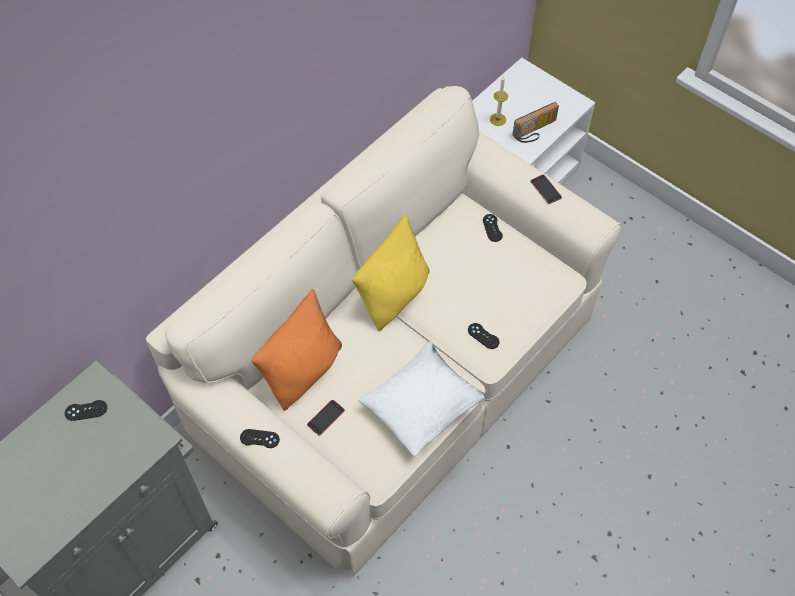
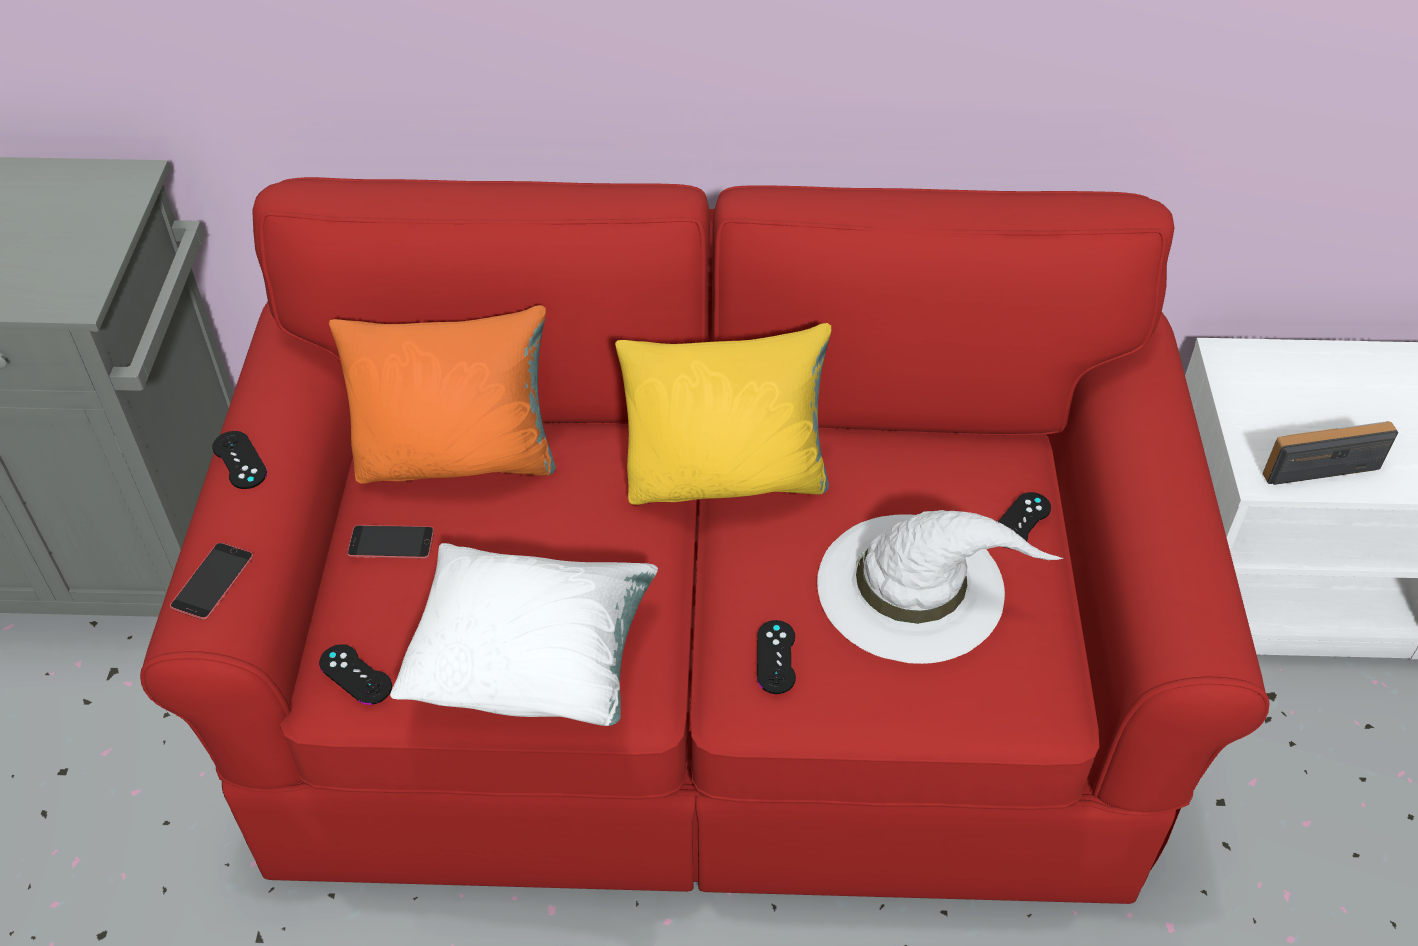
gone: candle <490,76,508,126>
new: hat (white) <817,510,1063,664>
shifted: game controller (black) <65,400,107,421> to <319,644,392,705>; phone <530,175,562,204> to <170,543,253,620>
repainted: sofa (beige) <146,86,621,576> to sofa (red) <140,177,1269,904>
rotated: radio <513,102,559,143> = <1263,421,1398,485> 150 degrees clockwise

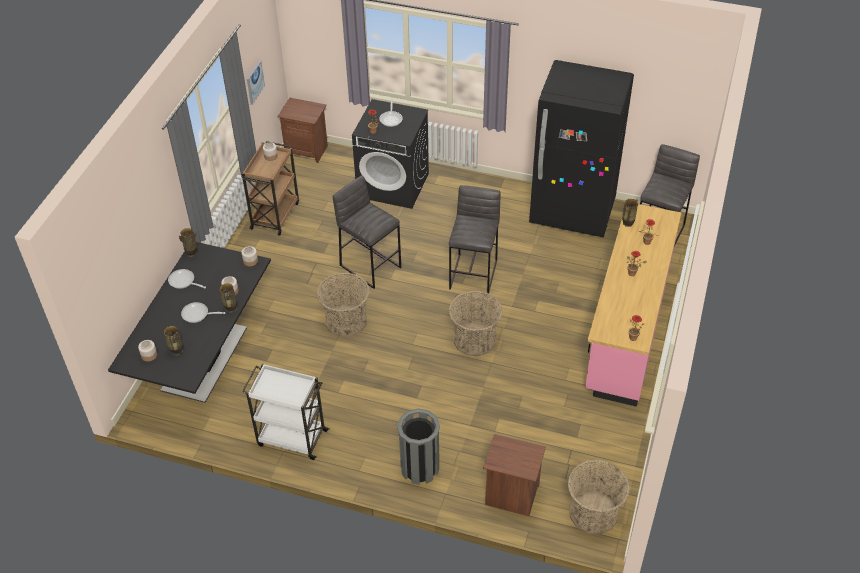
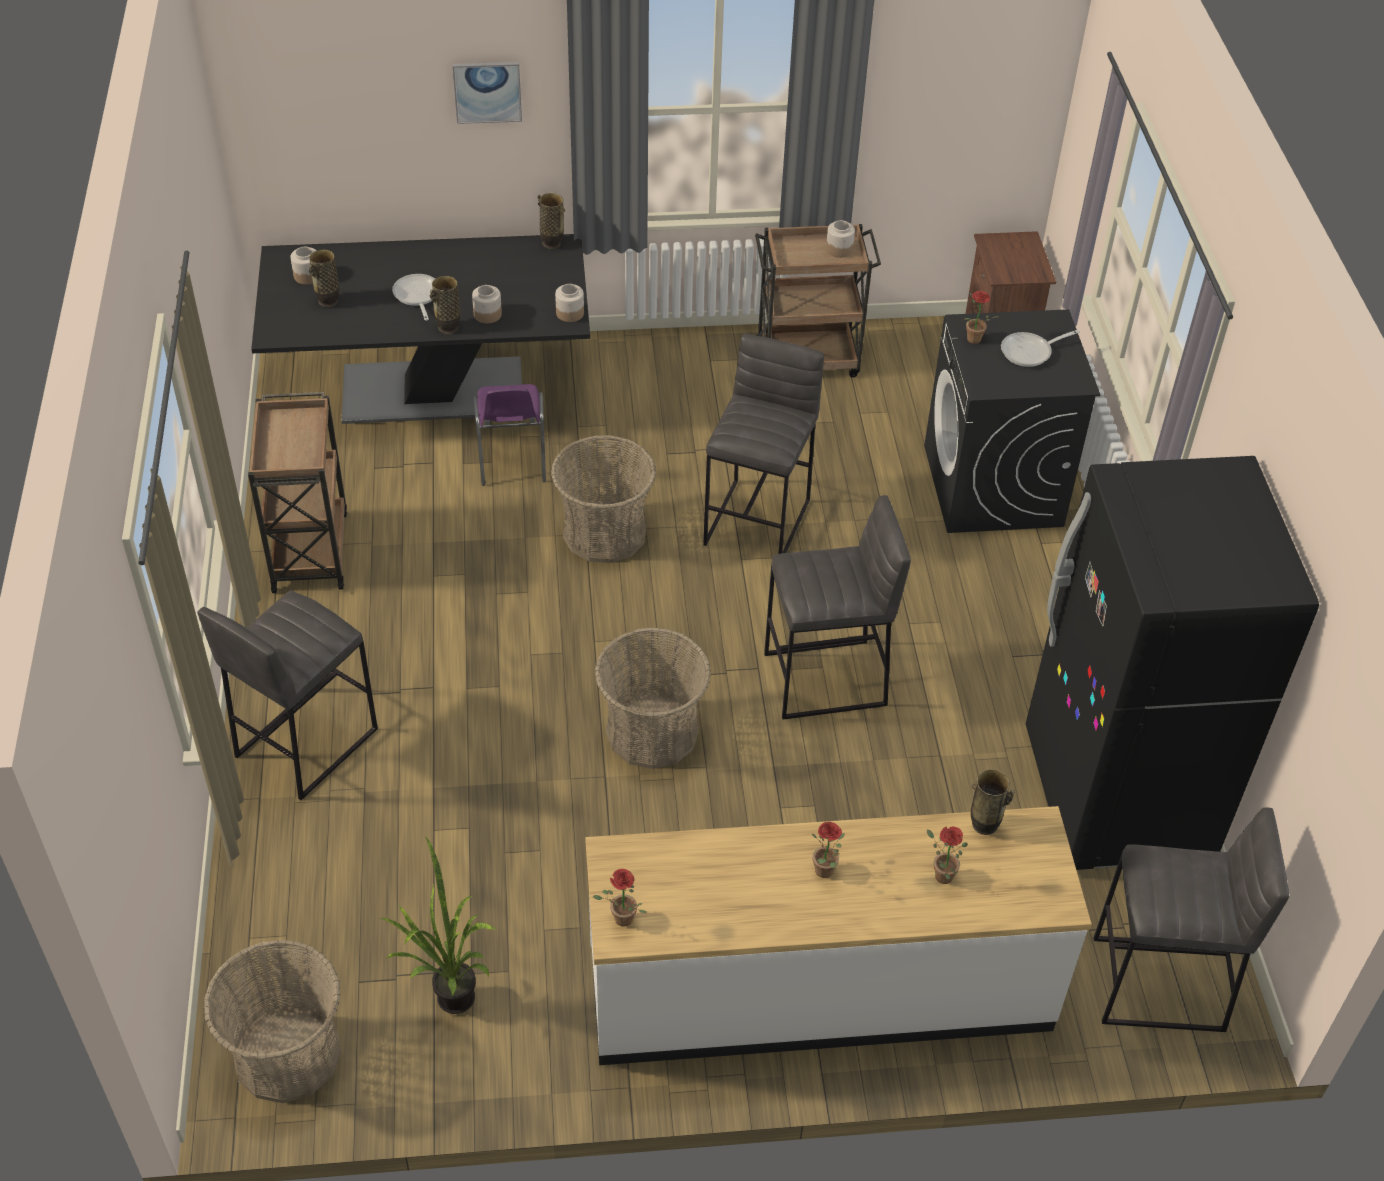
gone: frying pan <168,269,206,289>; nightstand (brown) <483,434,546,516>
new: potted plant <380,836,497,1014>; chair (purple) <473,384,546,486>
shifted: picture <247,61,265,105> to <452,62,522,124>
swapped: trash can (grey) <397,409,440,485> to stool (grey) <197,590,378,800>
repainted: cart (white) <242,363,330,460> to cart (brown) <248,392,347,593>; counter (pink) <585,204,681,407> to counter (white) <585,806,1092,1065>

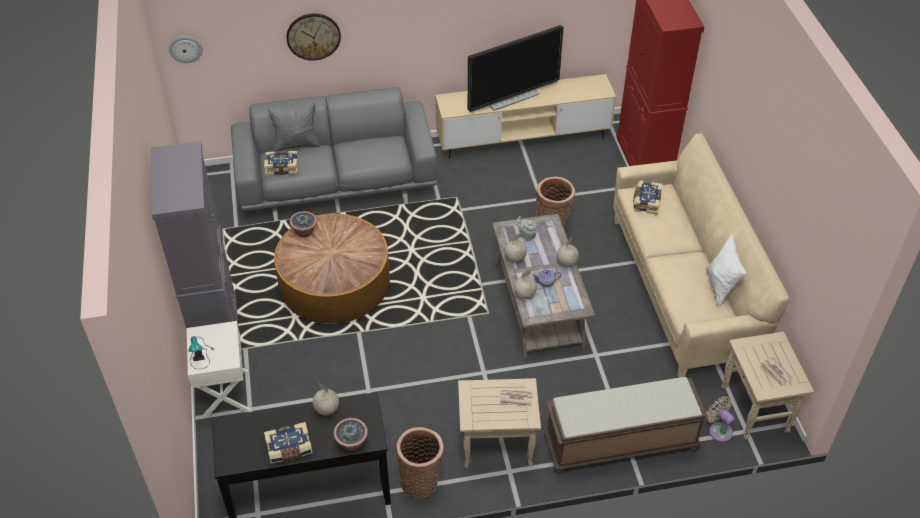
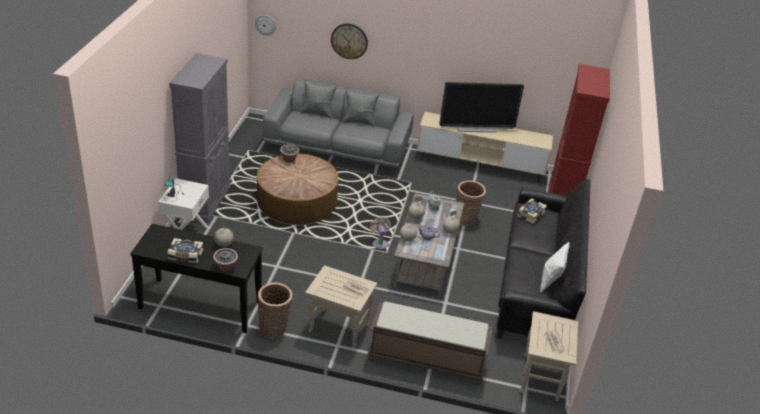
gone: book <264,151,299,175>
new: pillow (grey) <342,90,379,127>
shifted: fan (beige) <706,396,735,442> to <370,217,391,249>
repainted: sofa (beige) <613,133,789,378> to sofa (black) <497,179,591,339>

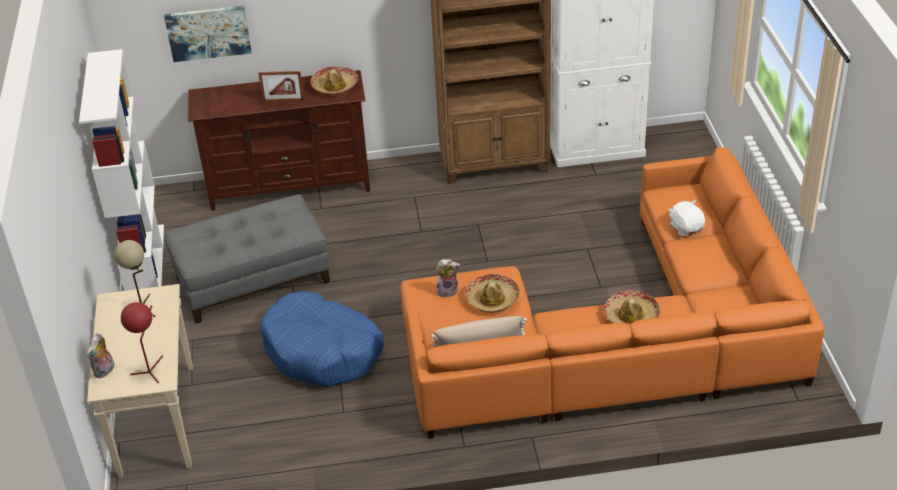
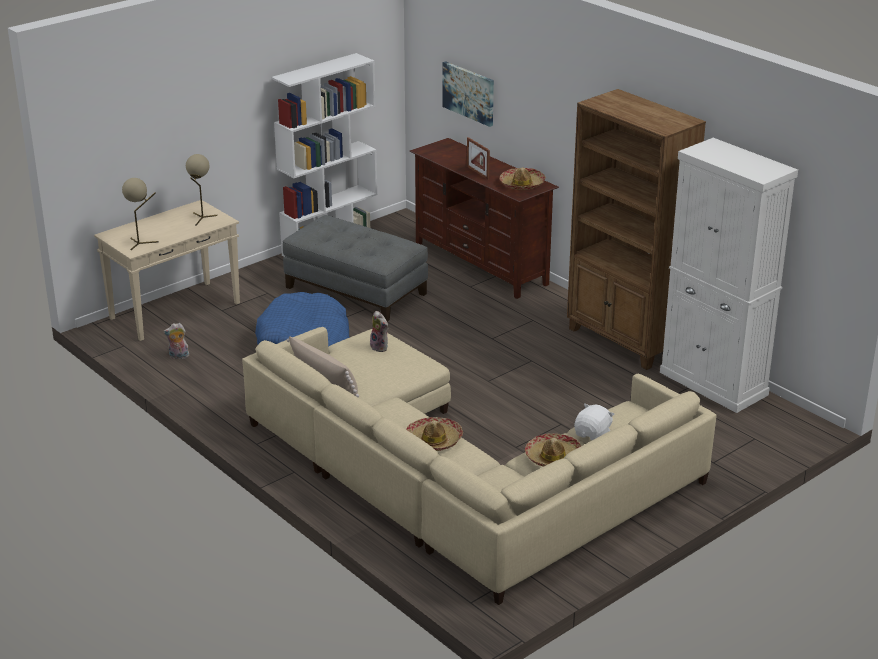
shifted: plush toy <86,334,115,378> to <163,323,189,359>; hat <465,274,520,313> to <525,433,581,467>
repainted: table lamp (red) <121,302,163,383> to table lamp (beige) <122,178,159,250>; sofa (orange) <400,147,824,439> to sofa (beige) <242,327,717,605>

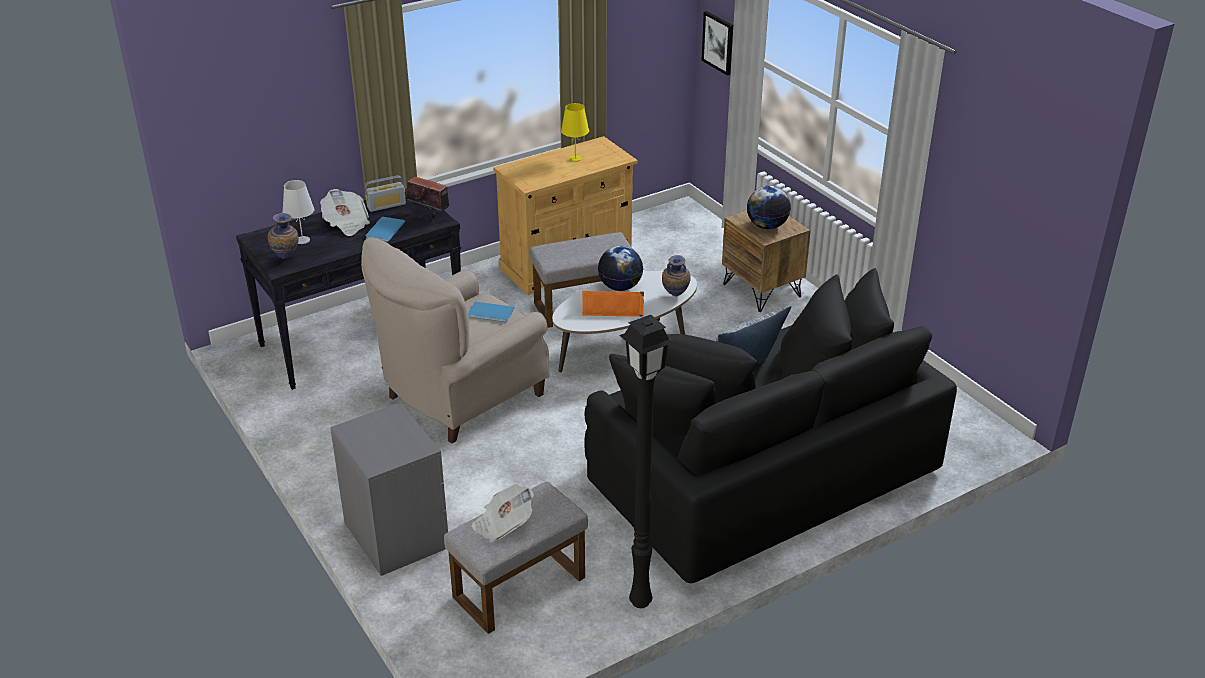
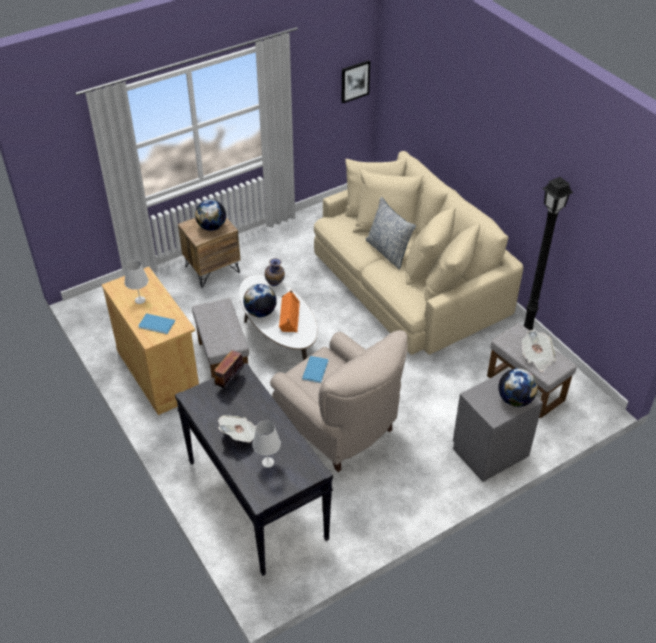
gone: vase <268,213,299,259>; radio <365,175,406,212>
new: globe <499,368,538,407>
shifted: book (blue) <365,217,405,242> to <138,313,175,334>; picture <701,11,733,76> to <342,60,370,103>
repainted: table lamp (yellow) <561,103,589,162> to table lamp (white) <124,260,149,304>; sofa (black) <584,268,957,583> to sofa (beige) <314,151,523,355>

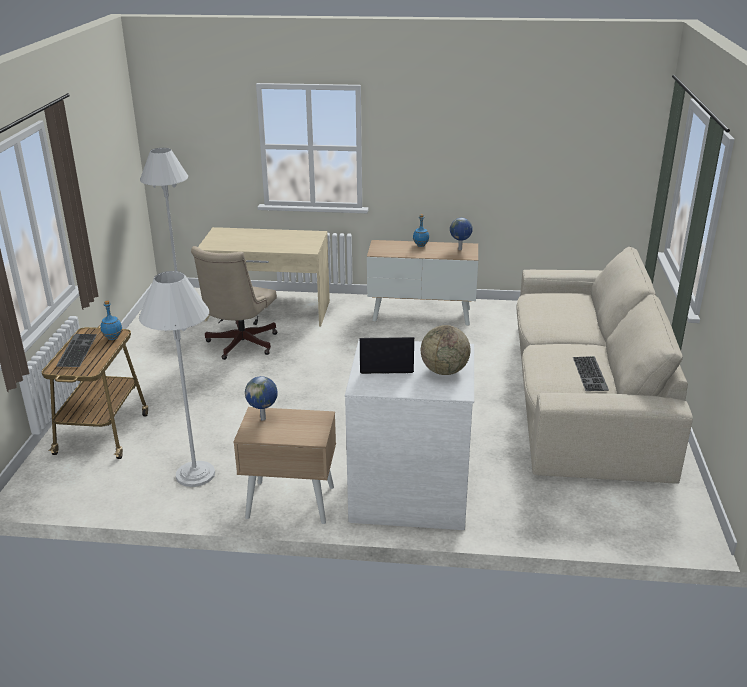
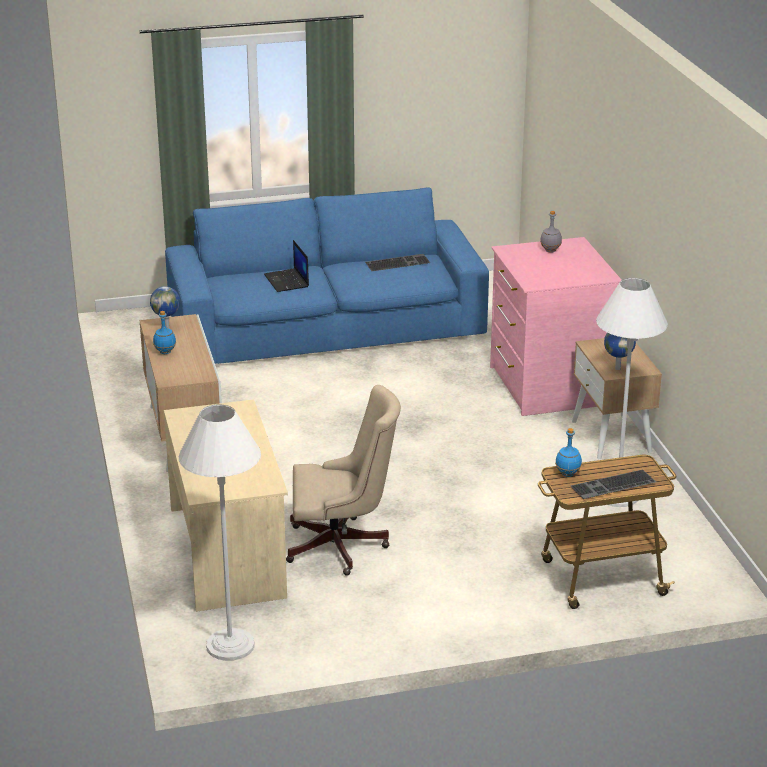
shifted: laptop <360,337,414,374> to <264,240,309,292>
swapped: globe <421,325,470,375> to bottle (grey) <540,211,562,253>
repainted: dresser (white) <345,339,474,530> to dresser (pink) <490,237,621,416>; sofa (beige) <517,246,693,484> to sofa (blue) <165,187,489,364>

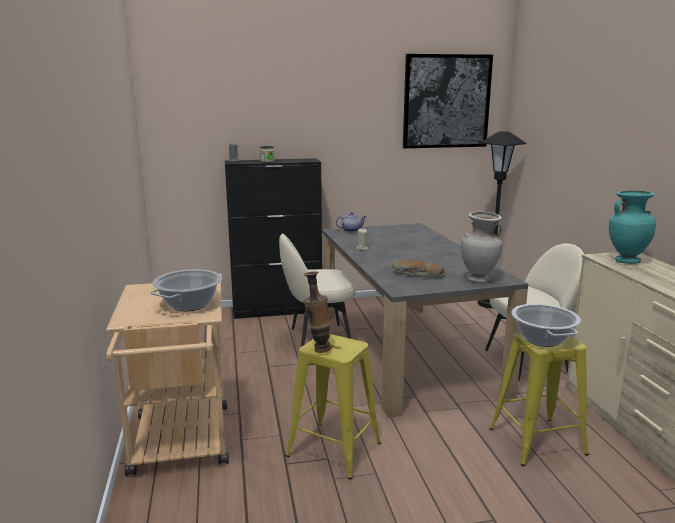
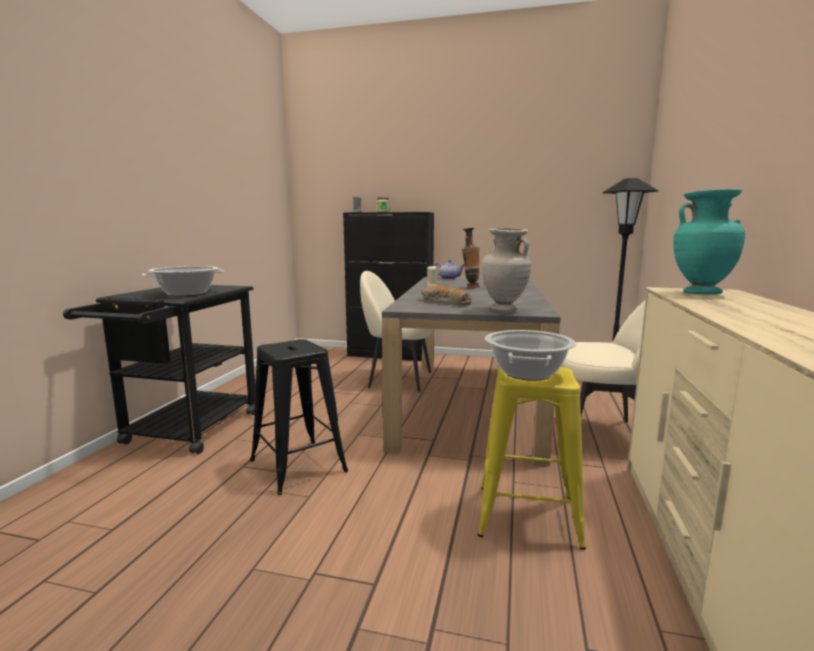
gone: picture <403,54,493,148>
shifted: vase <304,271,332,353> to <462,228,480,289>
repainted: cart (beige) <106,282,229,476> to cart (black) <63,285,255,454>; stool (yellow) <285,334,381,479> to stool (black) <250,339,348,495>

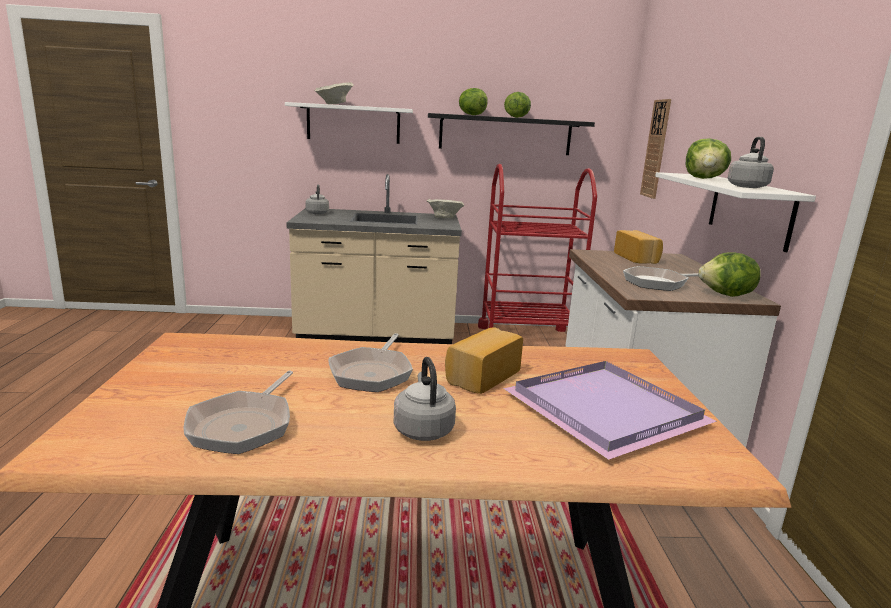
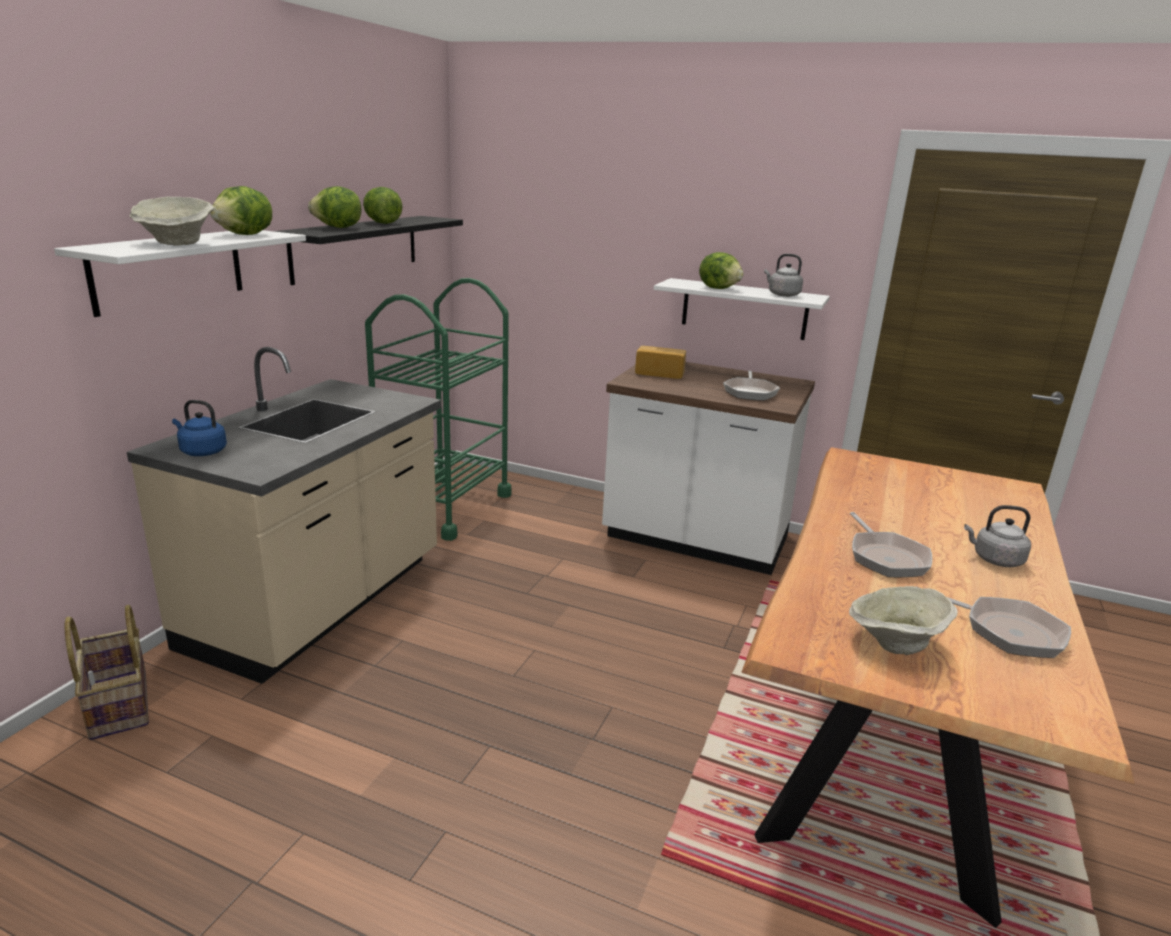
gone: bread <445,327,523,394>; tray (purple) <503,361,717,460>; wall clock <640,99,671,199>
new: basket <64,605,149,740>
shifted: bowl (beige) <427,199,464,218> to <849,586,958,655>; lettuce <698,252,761,297> to <210,186,272,235>
repainted: kettle (grey) <306,184,329,214> to kettle (blue) <172,400,227,456>; cart (red) <478,164,597,332> to cart (green) <365,278,511,541>
rotated: frying pan <329,333,413,392> = <850,512,932,577> 45 degrees clockwise

